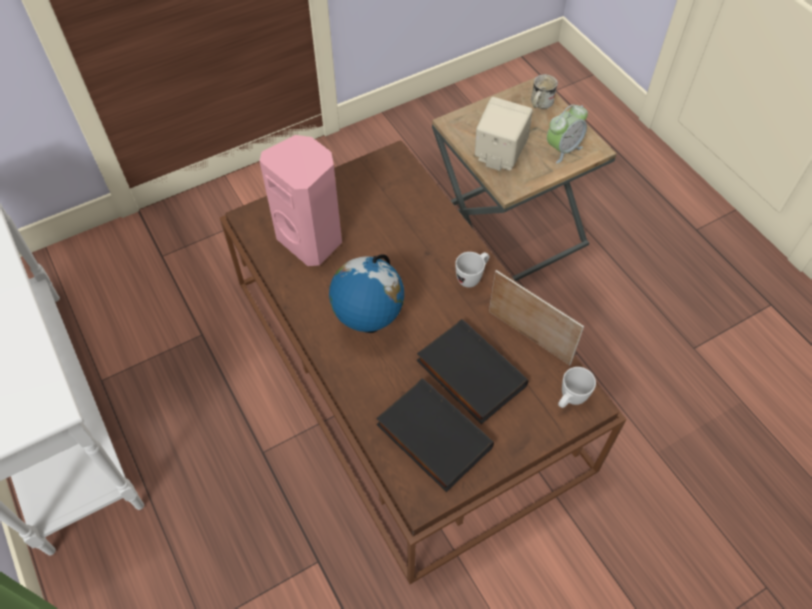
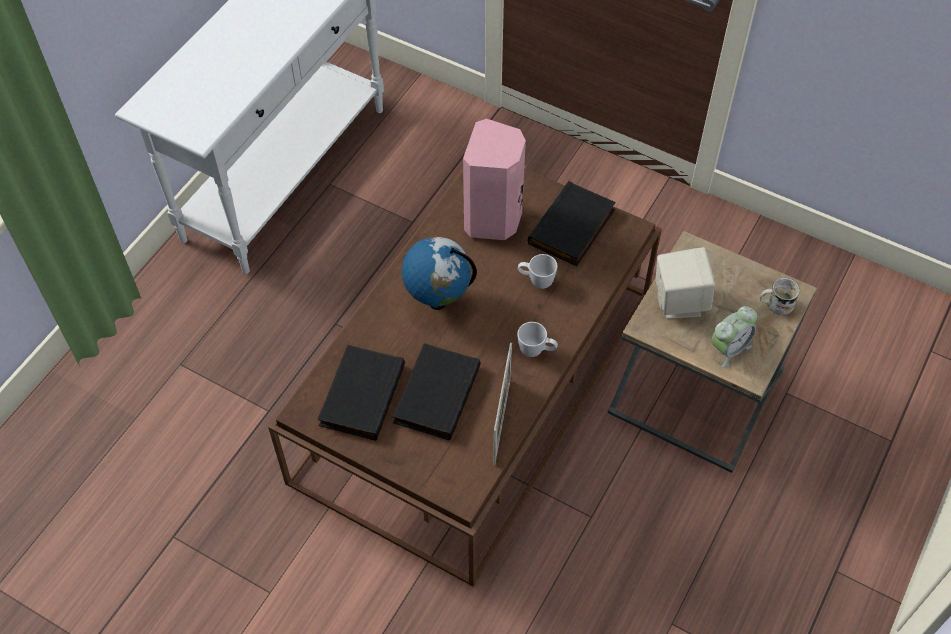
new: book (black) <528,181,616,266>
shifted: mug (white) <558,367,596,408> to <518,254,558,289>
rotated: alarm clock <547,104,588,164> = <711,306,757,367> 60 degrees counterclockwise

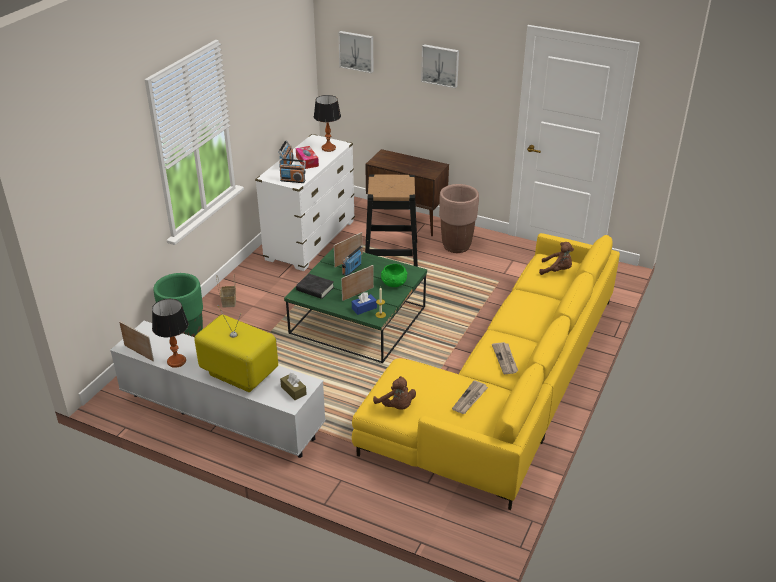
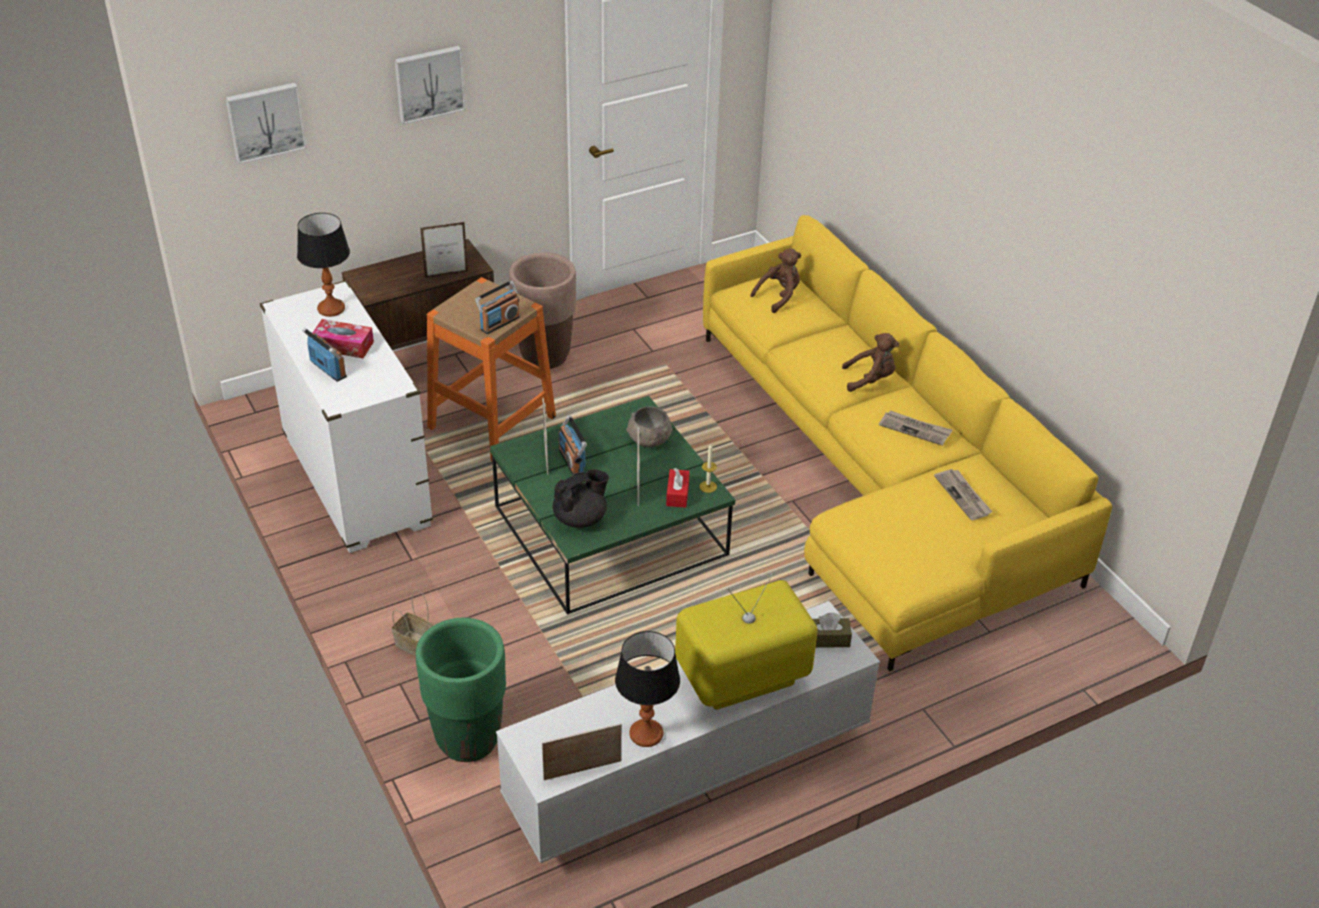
new: picture frame <420,222,468,278>
shifted: radio <279,159,306,183> to <475,281,520,334>; plush toy (brown) <373,376,416,410> to <842,333,899,392>
swapped: book (black) <296,274,334,299> to teapot (black) <553,469,609,528>
repainted: tissue box (blue) <352,292,377,315> to tissue box (red) <666,468,690,508>; stool (black) <365,174,418,267> to stool (orange) <427,277,556,462>; bowl (green) <381,264,408,287> to bowl (grey) <626,406,673,448>

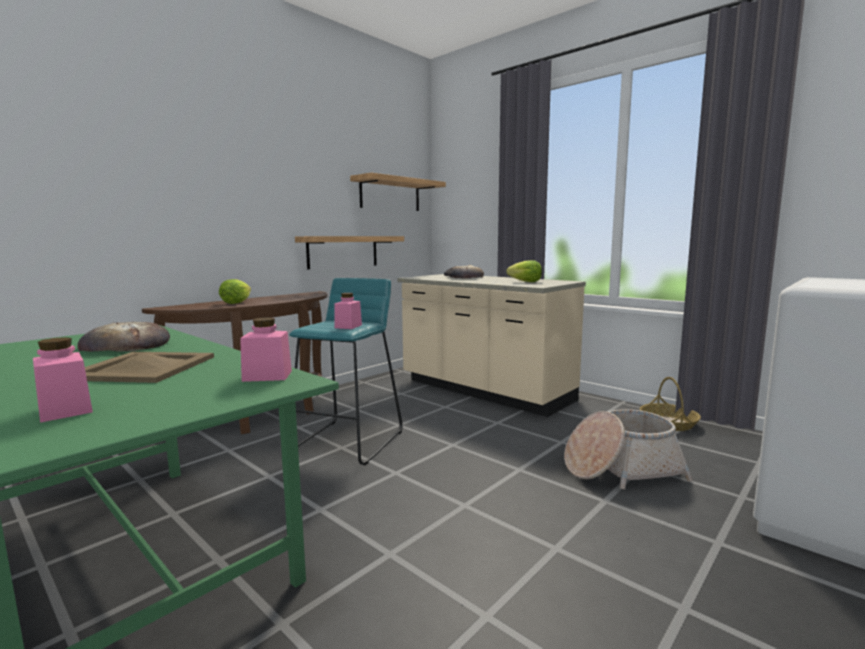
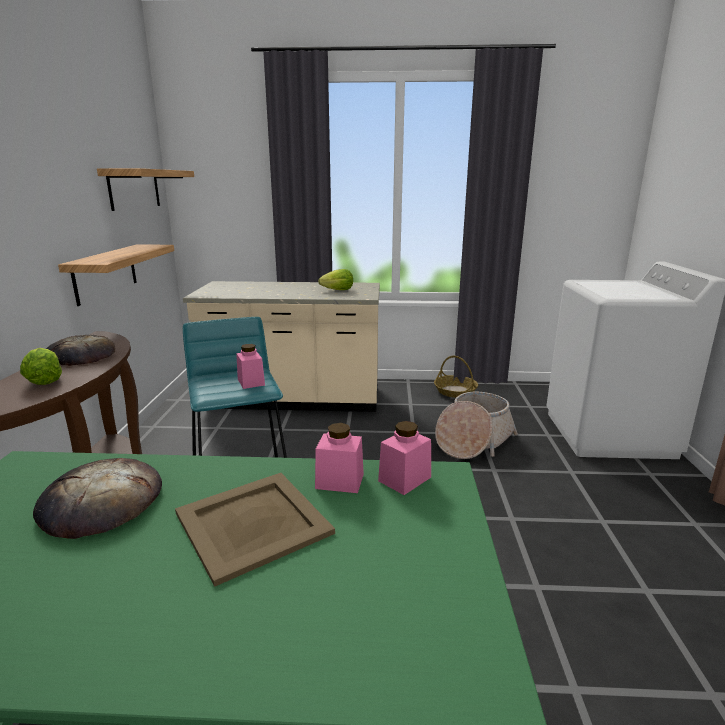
shifted: jar (pink) <33,337,93,423> to <315,423,364,493>; bread <444,265,484,278> to <46,335,115,366>

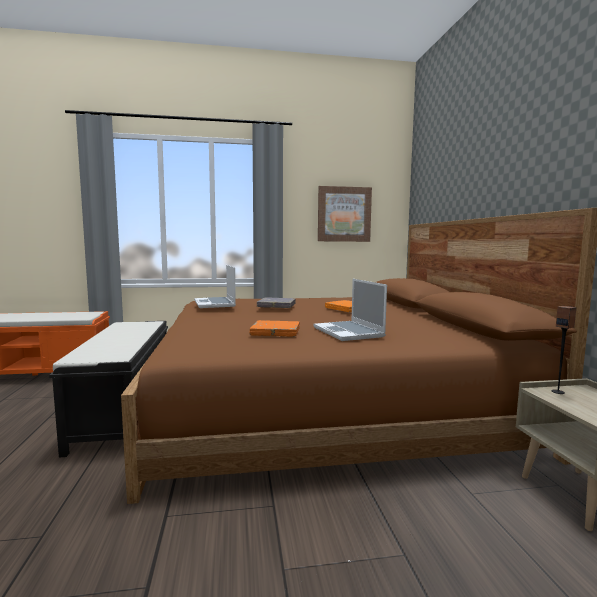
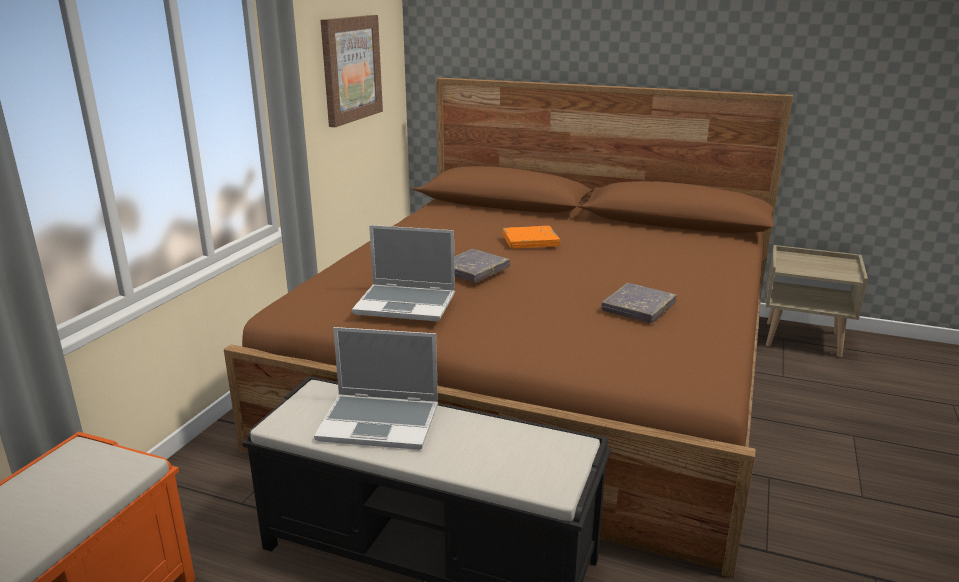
gone: speaker <552,306,577,394>
shifted: laptop <313,279,387,341> to <314,327,438,450>
repainted: book (orange) <250,320,300,337> to book (grey) <601,283,677,323>

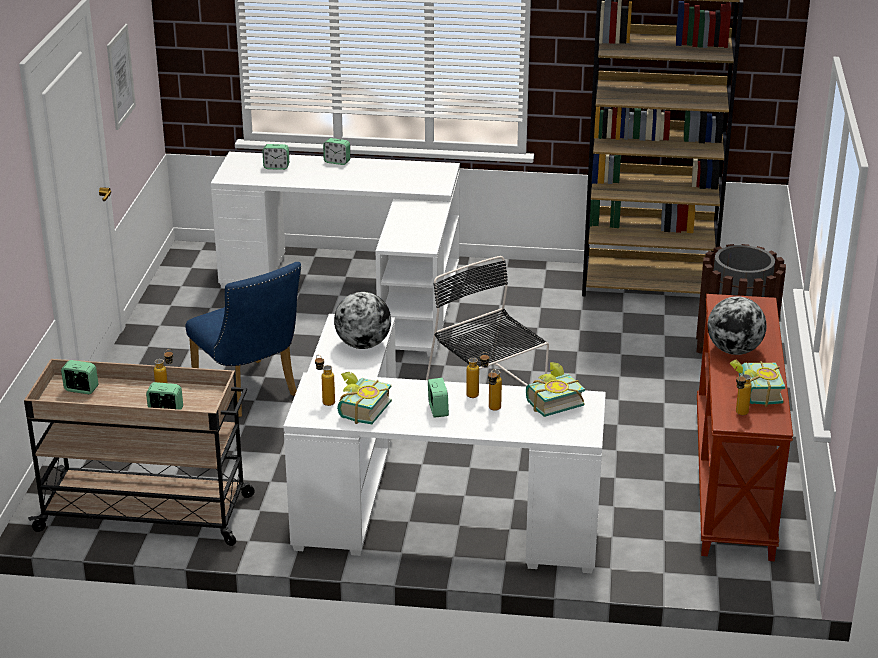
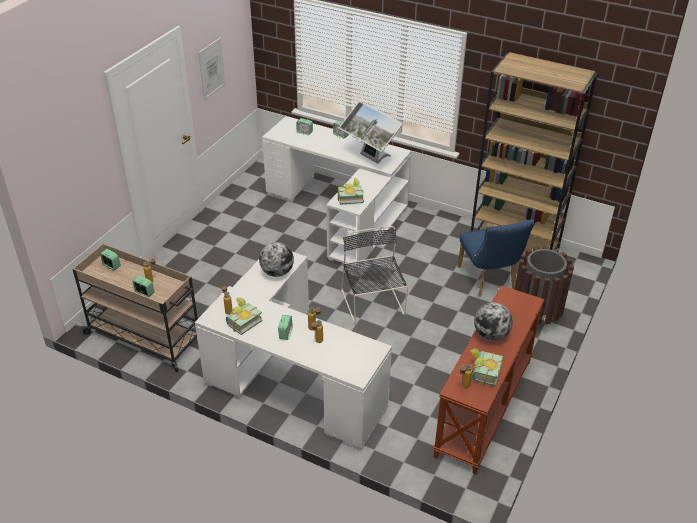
new: monitor <339,101,403,164>
shifted: chair (blue) <185,262,301,417> to <458,219,535,296>; book <526,362,585,417> to <338,178,364,205>

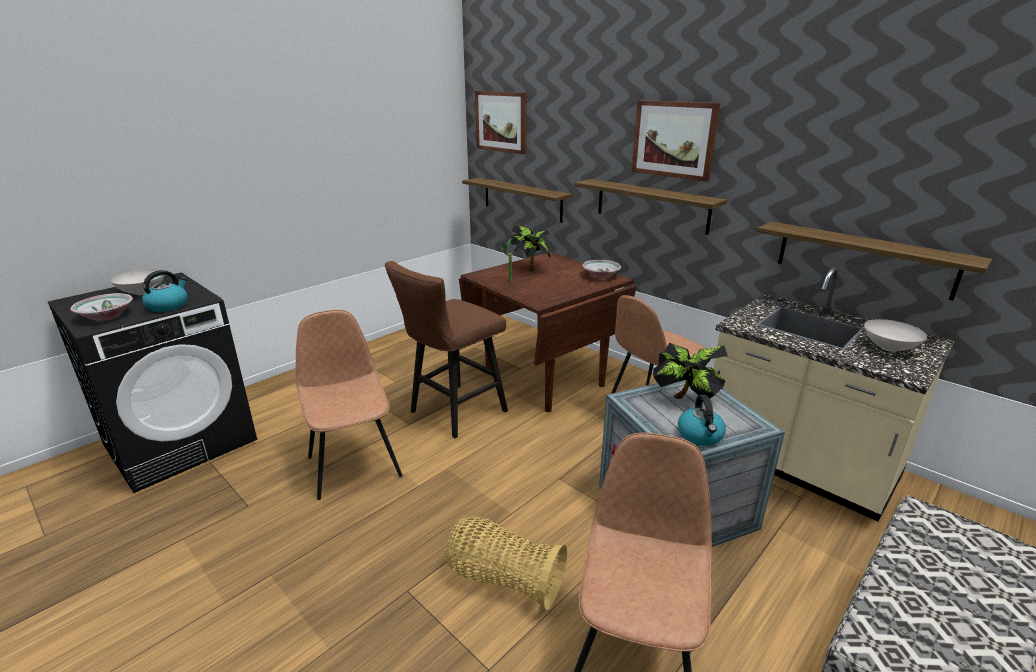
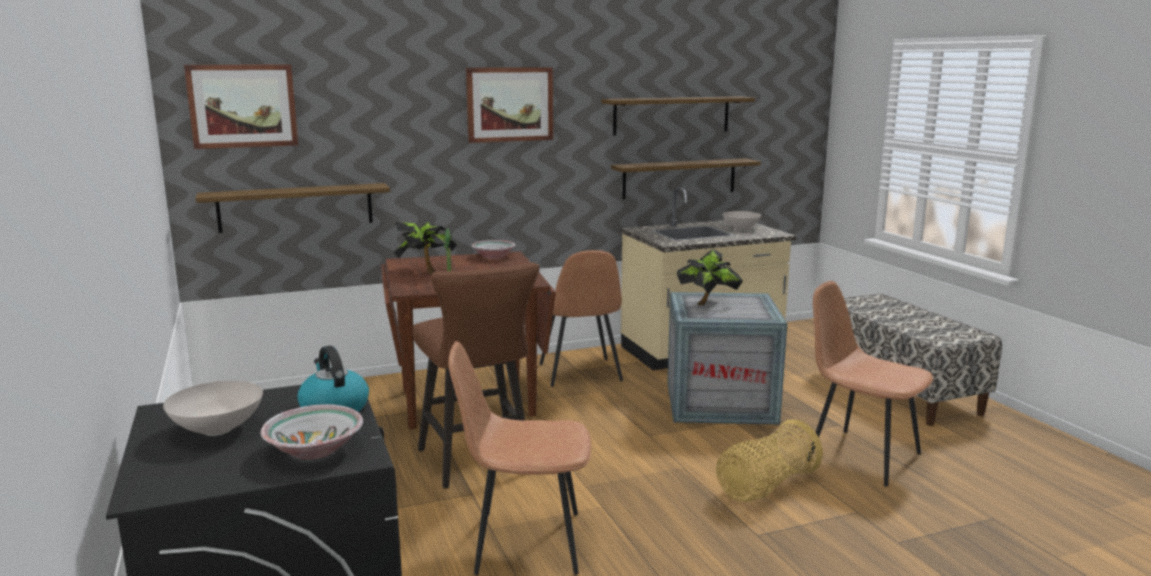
gone: kettle <678,395,726,446>
shifted: shelf <574,179,727,235> to <601,96,755,135>

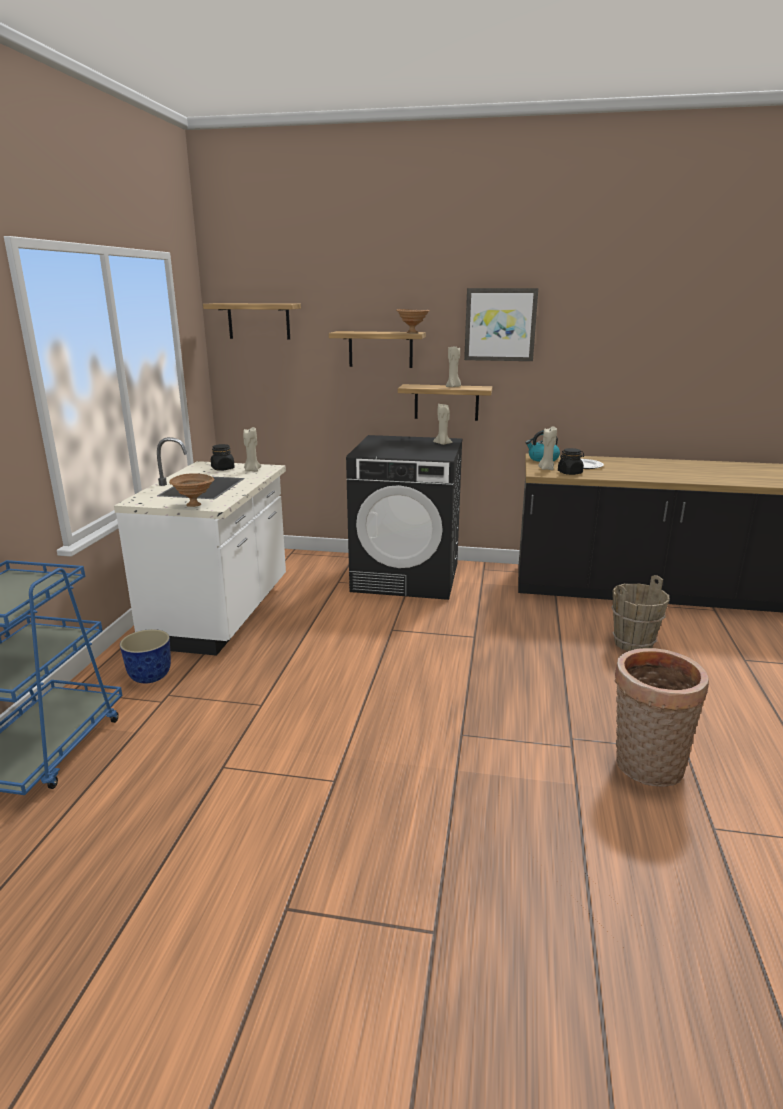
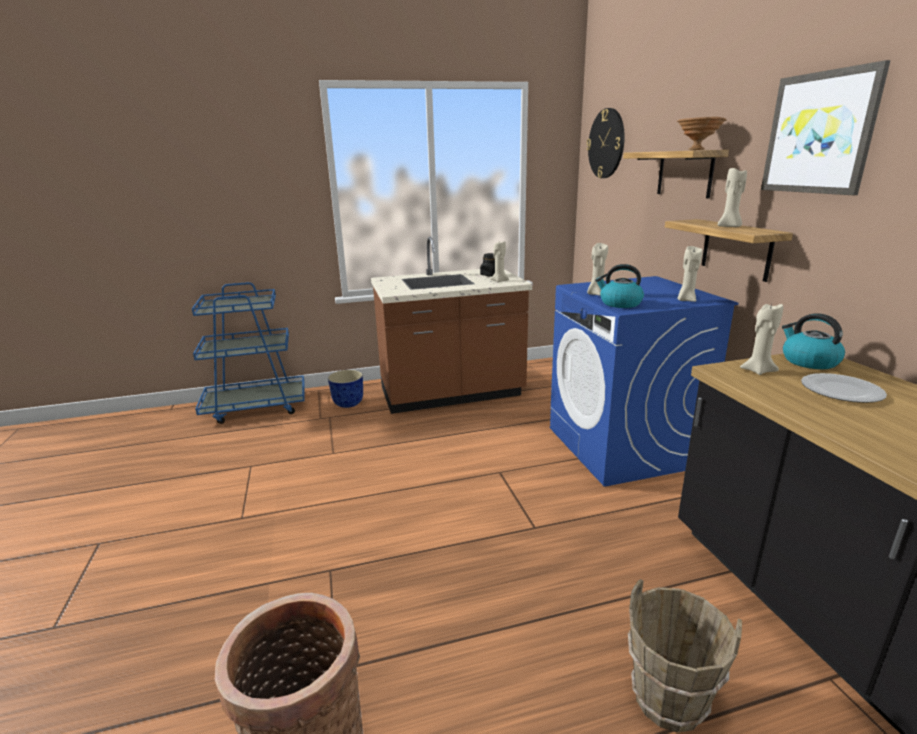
gone: bowl (brown) <169,473,215,507>; jar (black) <558,448,584,475>
new: candle (beige) <587,243,608,296>; kettle <595,264,644,308>
swapped: shelf <203,303,301,339> to wall clock <586,108,625,178>
repainted: counter (white) <114,437,286,656> to counter (brown) <371,237,532,414>; washing machine (black) <346,435,462,600> to washing machine (blue) <550,276,738,487>

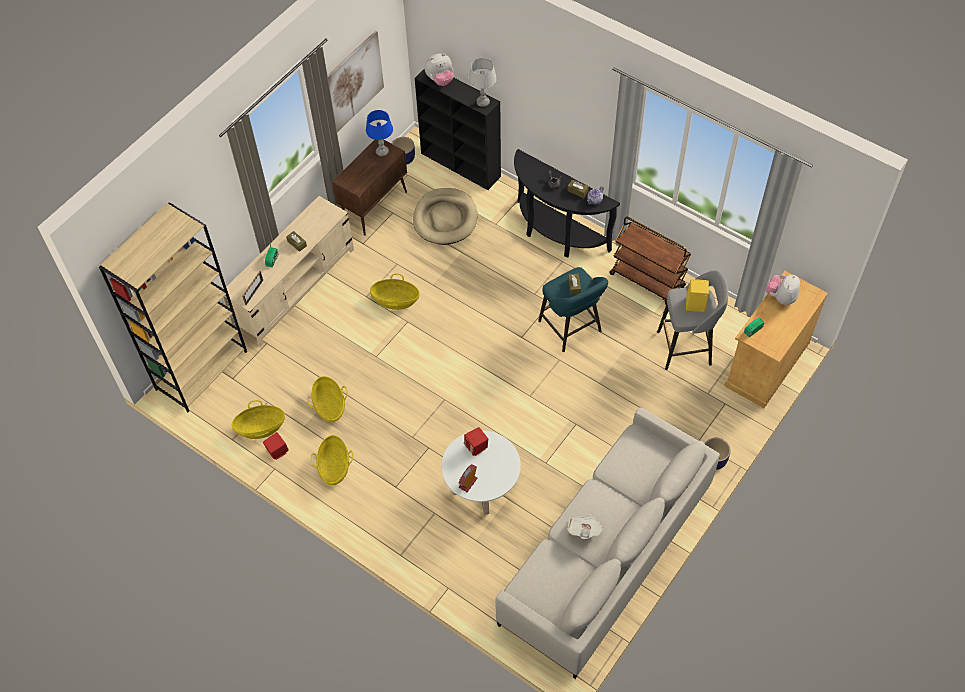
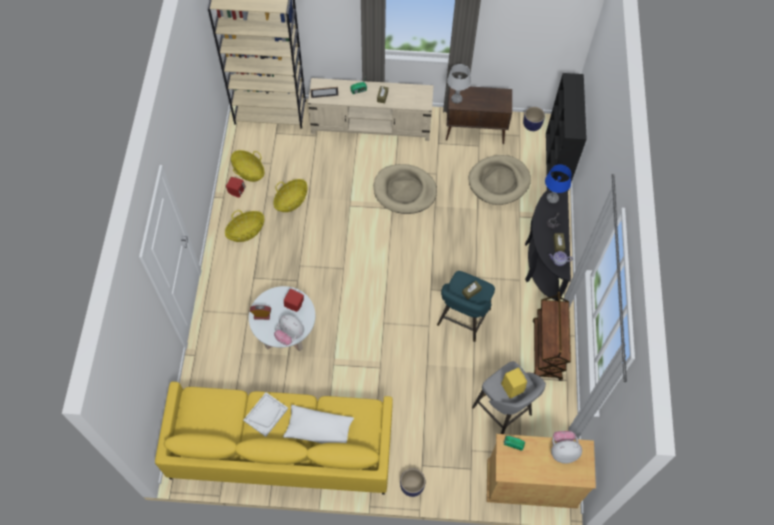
gone: picture <327,30,384,132>
new: pillow (white) <283,405,354,444>
shifted: table lamp (blue) <366,110,393,156> to <545,164,572,203>; plush toy <425,54,454,86> to <274,315,304,345>; table lamp (grey) <468,58,497,107> to <447,64,471,103>
swapped: basket <370,274,420,310> to dog bed (beige) <374,164,437,214>; newspaper <567,513,603,539> to tray (white) <243,392,288,437>
repainted: sofa (grey) <495,407,720,679> to sofa (yellow) <155,382,393,495>

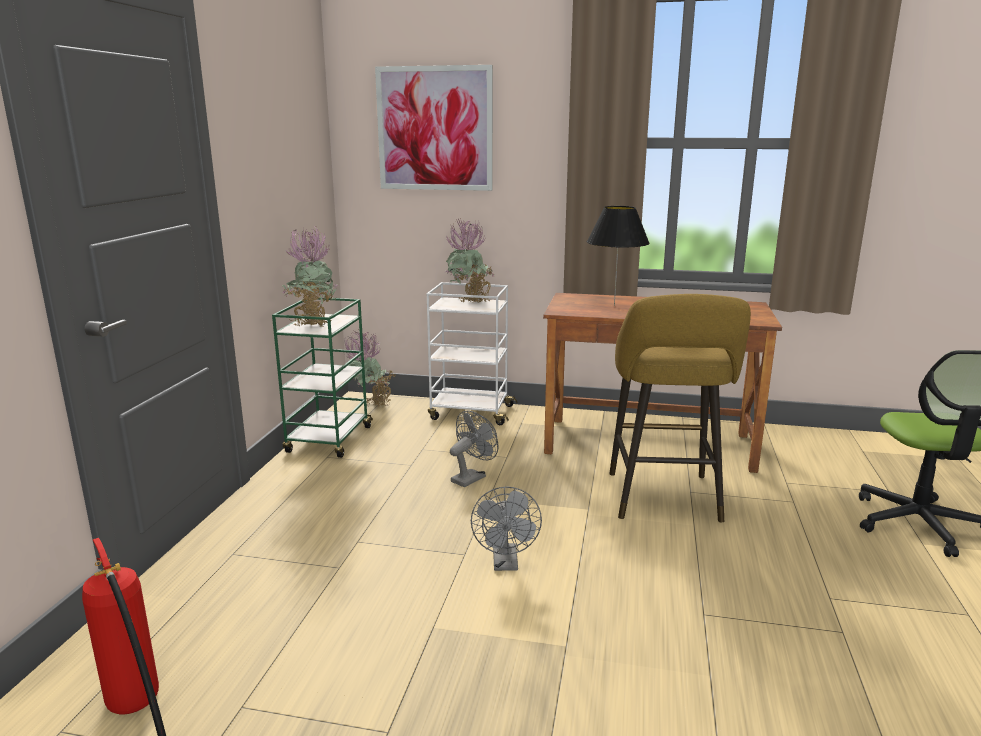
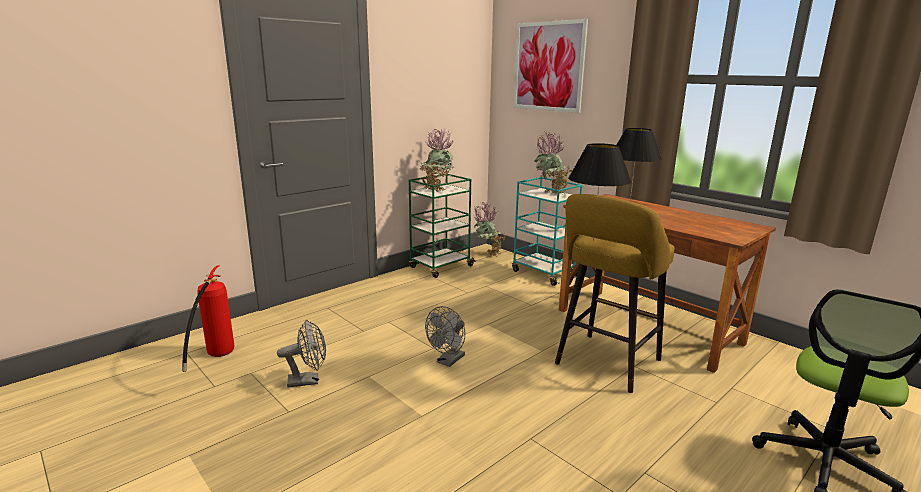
new: table lamp (black) <568,143,631,241>
shifted: fan (grey) <450,411,498,487> to <277,320,326,388>
repainted: cart (white) <427,282,517,425> to cart (turquoise) <512,177,582,286>

